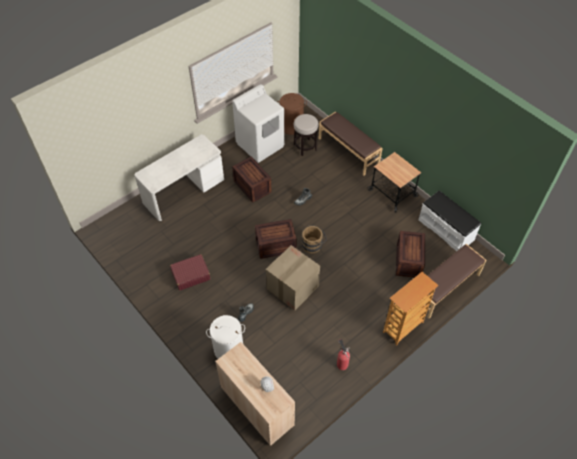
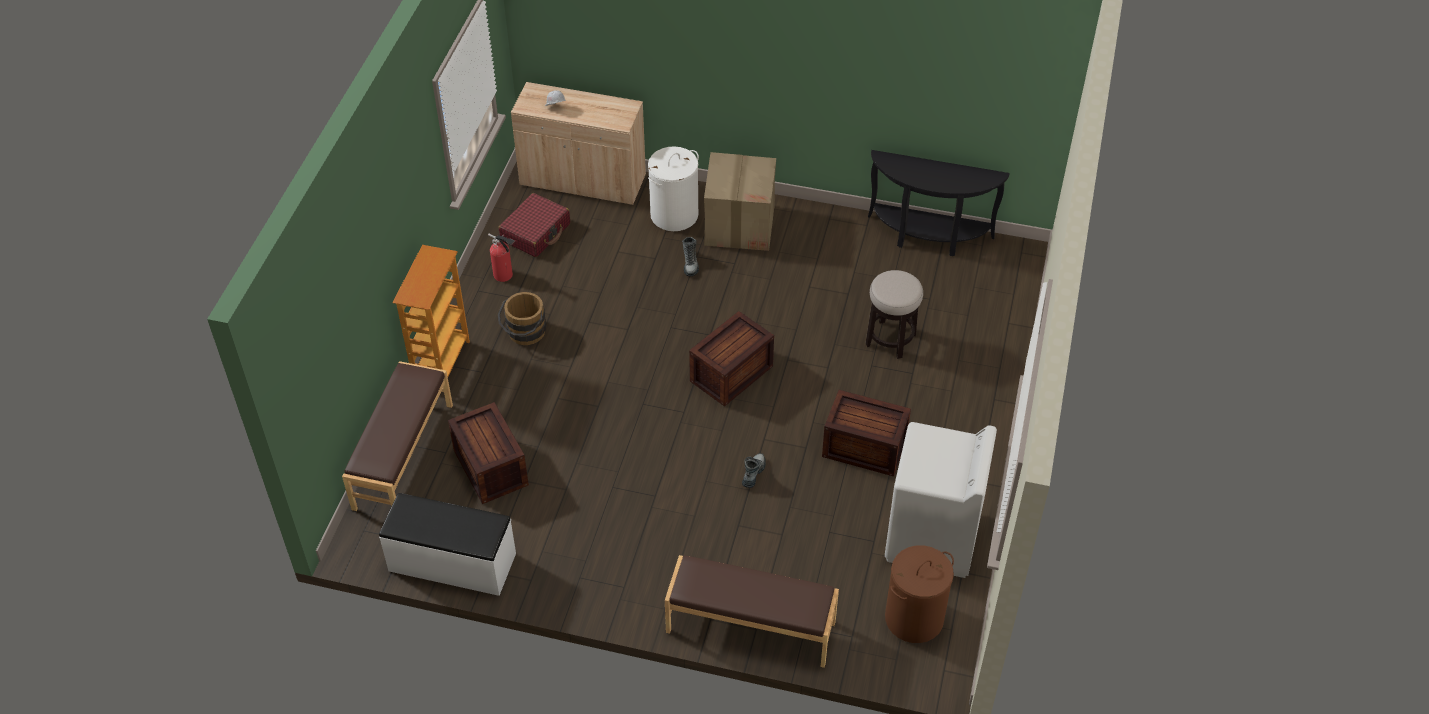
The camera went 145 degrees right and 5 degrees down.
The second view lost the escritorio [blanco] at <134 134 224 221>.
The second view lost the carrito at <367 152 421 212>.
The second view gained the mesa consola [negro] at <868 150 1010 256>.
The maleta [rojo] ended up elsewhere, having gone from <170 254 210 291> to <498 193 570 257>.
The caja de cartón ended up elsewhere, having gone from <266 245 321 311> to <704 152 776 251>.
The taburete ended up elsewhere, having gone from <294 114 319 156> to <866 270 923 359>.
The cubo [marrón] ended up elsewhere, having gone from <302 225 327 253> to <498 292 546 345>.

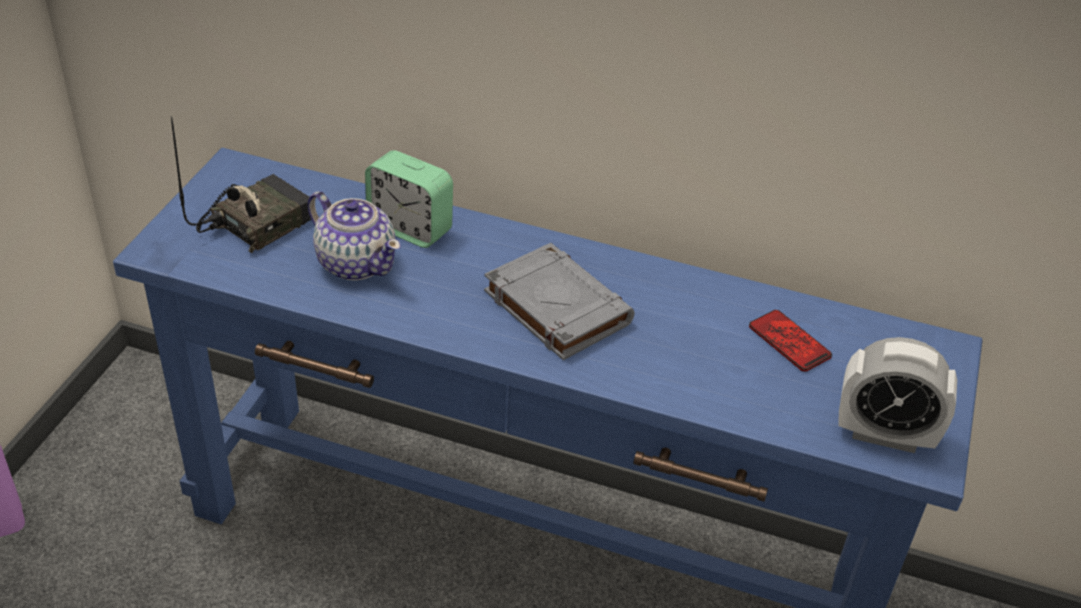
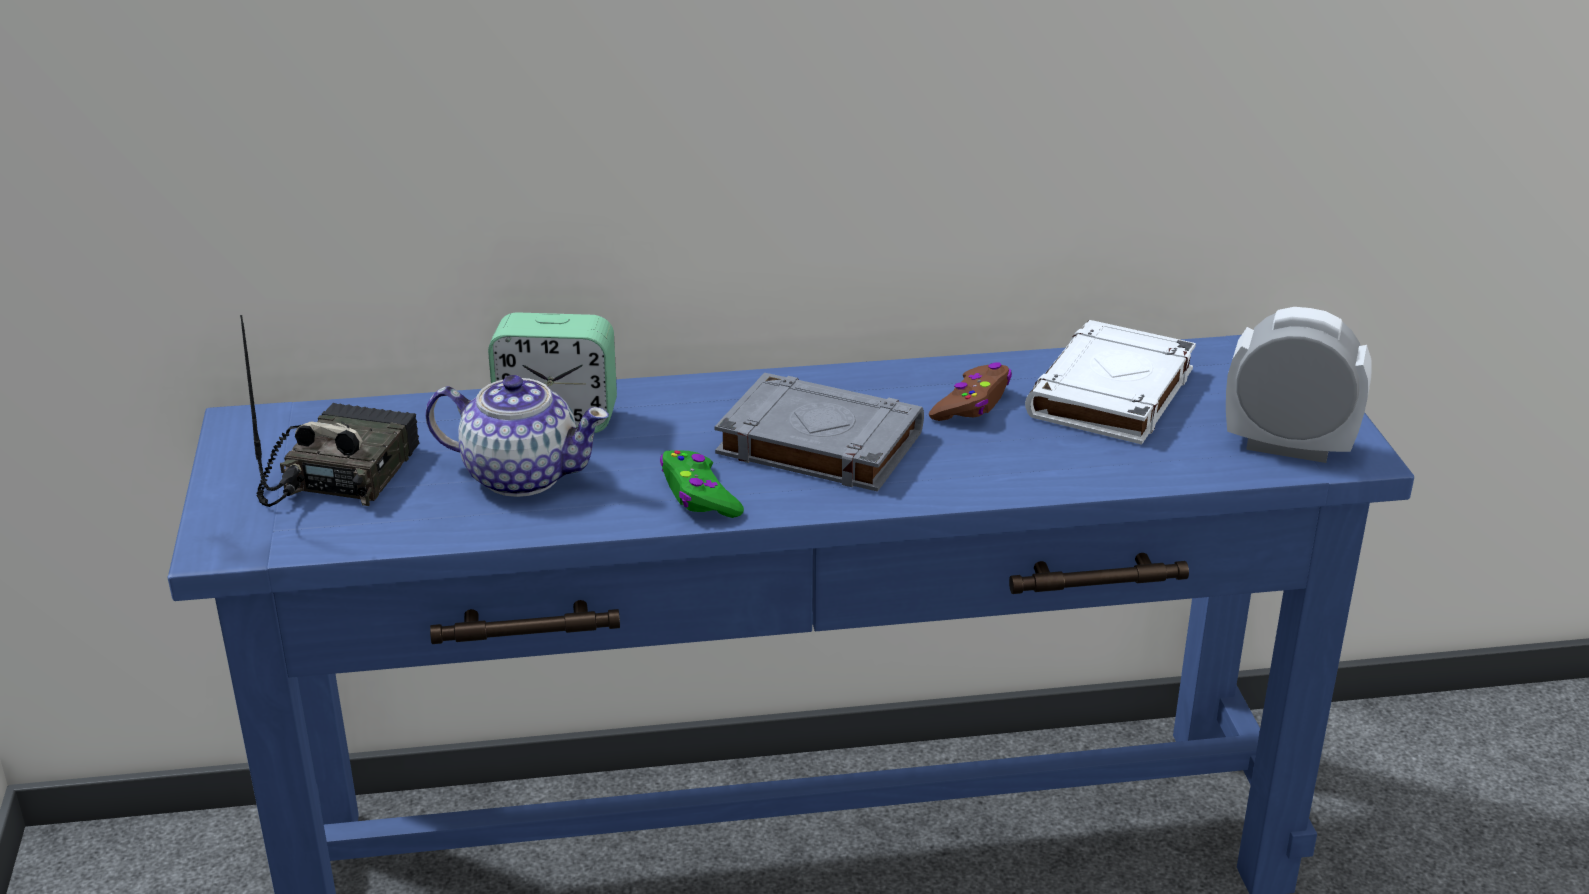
The camera went 25 degrees left and 10 degrees down.
The second view gained the mando de consola [verde] at <660 450 744 518>.
The second view gained the mando de consola [marrón] at <929 362 1012 421>.
Where the móvil stood at <749 310 832 372>, the libro [blanco] came to stand at <1025 320 1196 445>.
The despertador at <838 337 957 453> ended up facing another way, 150 degrees counterclockwise from before.

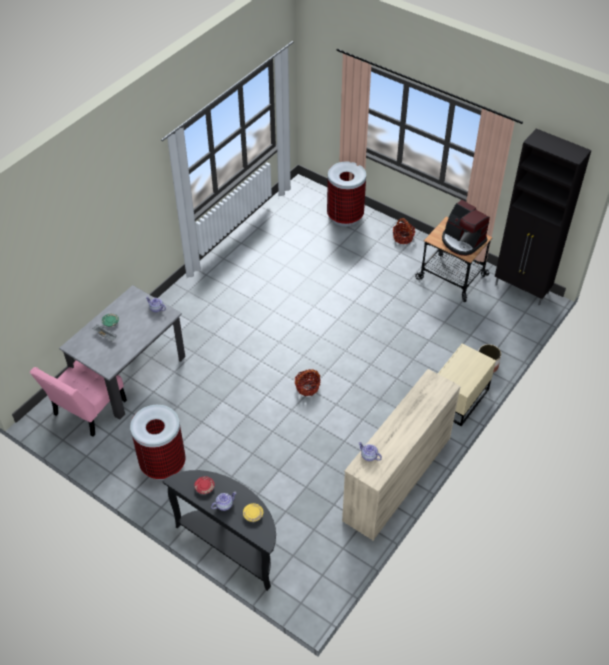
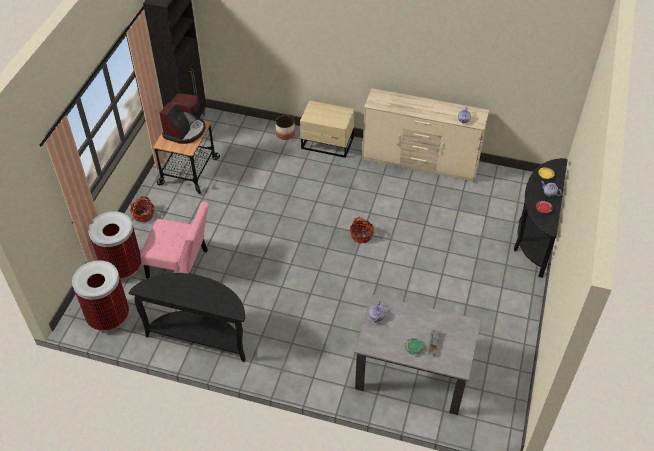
The camera went 110 degrees left and 0 degrees up.
The second view gained the mesa consola [negro] at <129 273 246 362>.
The silla [rosa] ended up elsewhere, having gone from <30 360 127 437> to <140 202 209 278>.
The papelera ended up elsewhere, having gone from <130 405 186 480> to <72 260 129 332>.

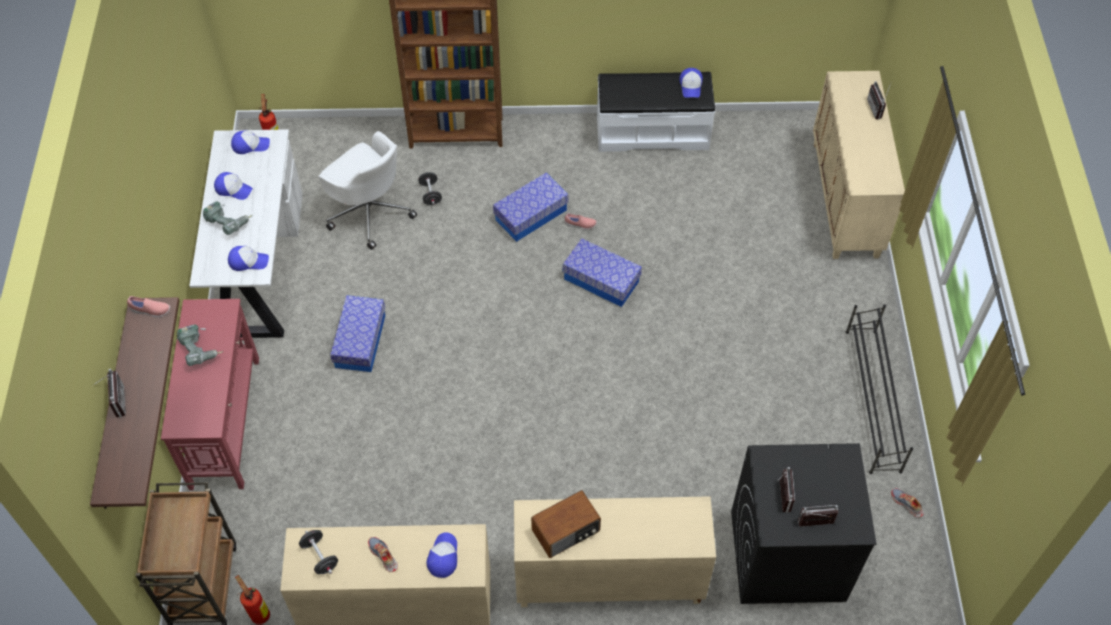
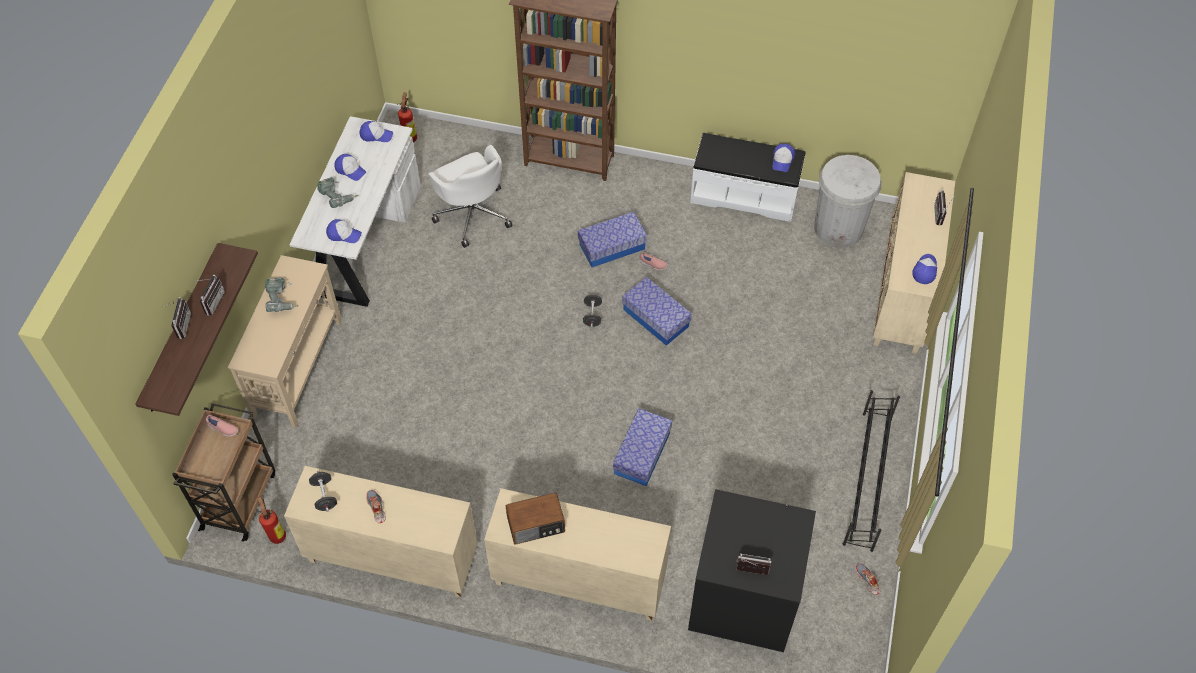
The camera went 15 degrees right and 0 degrees up.
The second view gained the papelera [blanco] at <814 155 881 248>.
The zapato [rosa] ended up elsewhere, having gone from <127 296 170 317> to <206 415 238 437>.
The caja de almacenaje ended up elsewhere, having gone from <330 295 385 372> to <613 409 672 486>.
The mancuerna [negro] ended up elsewhere, having gone from <418 172 442 205> to <583 294 602 327>.
The gorra ended up elsewhere, having gone from <426 532 457 578> to <912 254 937 284>.
The radio ended up elsewhere, having gone from <777 467 795 513> to <193 275 225 315>.
What was the mesa consola [rojo] at <161 299 259 490> turned into the mesa consola [beis] at <228 255 342 428>.

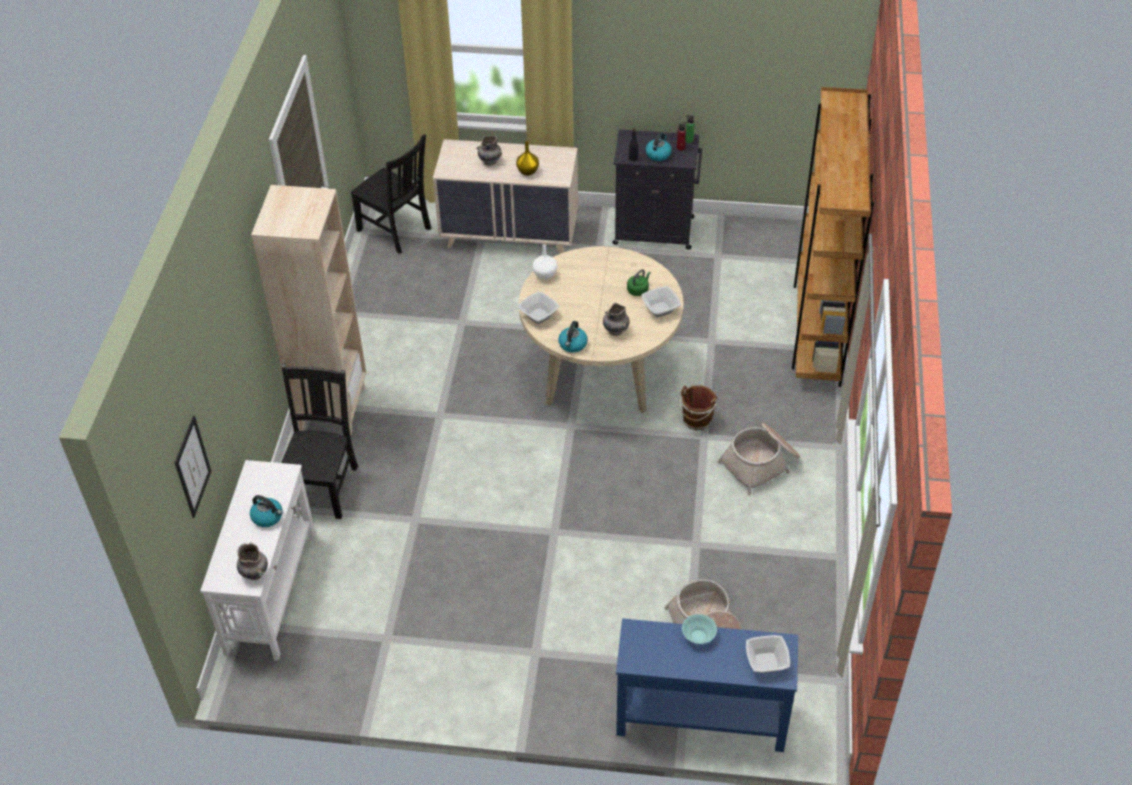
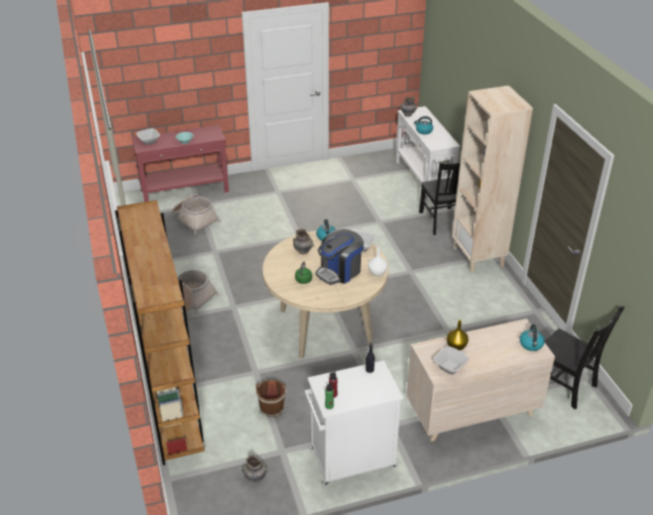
The camera went 155 degrees right and 10 degrees down.
The second view lost the cuadro at <175 415 211 518>.
The second view gained the cafetera at <316 229 364 285>.
The florero [gris] ended up elsewhere, having gone from <476 136 502 166> to <242 454 269 483>.
The cuenco ended up elsewhere, having gone from <641 286 681 317> to <433 346 470 375>.
The hervidor ended up elsewhere, having gone from <645 132 672 161> to <520 324 545 351>.
The cubo [marrón] ended up elsewhere, having gone from <679 385 717 430> to <255 380 287 417>.
What was the armario [negro] at <613 130 702 250> turned into the armario [blanco] at <305 361 404 486>.
What was the mesa consola [azul] at <616 618 798 752> turned into the mesa consola [rojo] at <132 125 229 202>.
The silla [negro] at <351 135 431 254> ended up facing another way, 150 degrees counterclockwise from before.

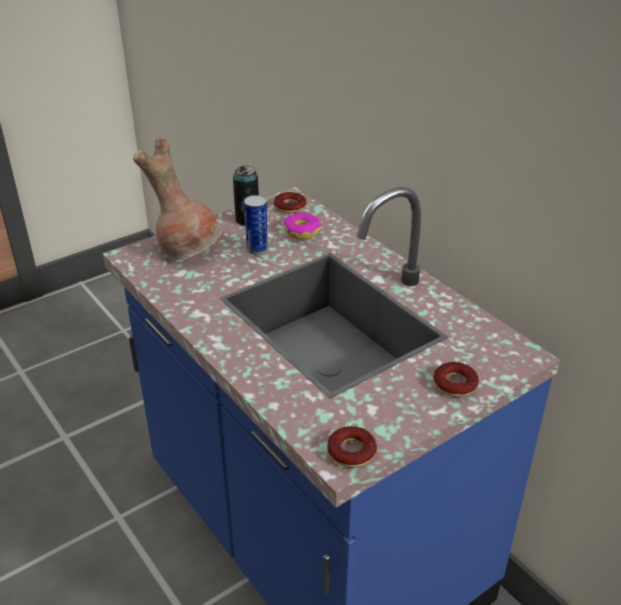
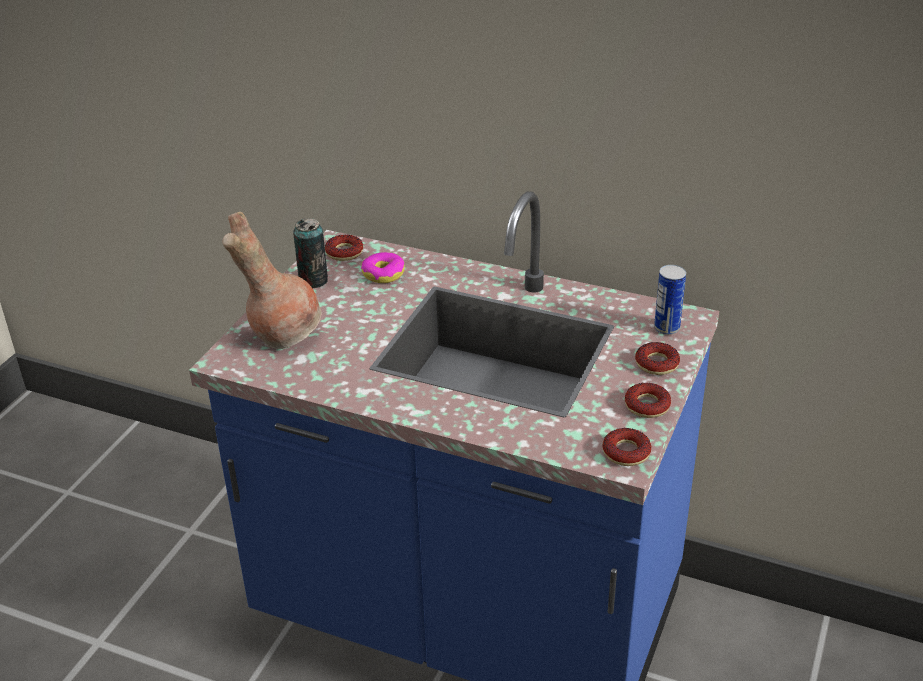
The camera went 30 degrees left and 0 degrees up.
The second view gained the rosquilla at <625 383 671 418>.
The lata ended up elsewhere, having gone from <244 195 268 255> to <654 265 686 335>.

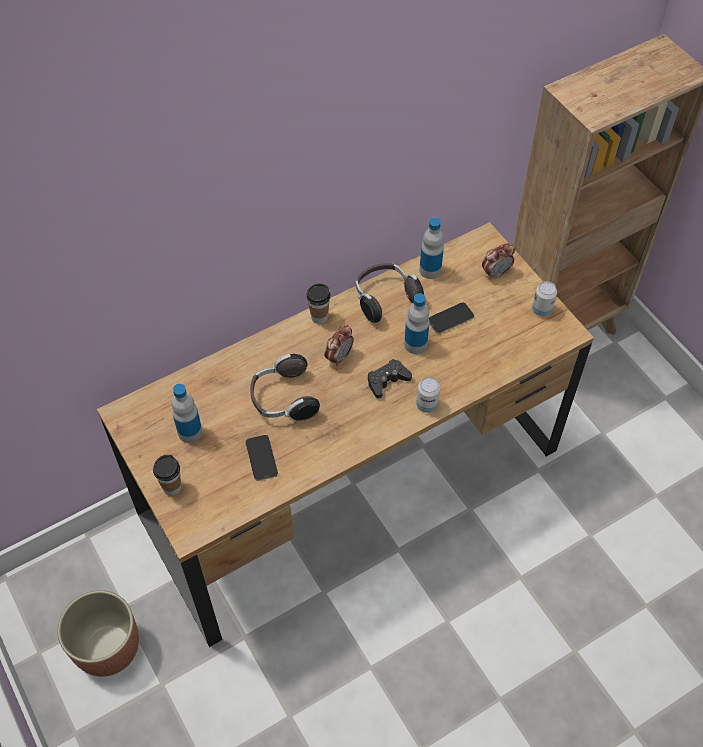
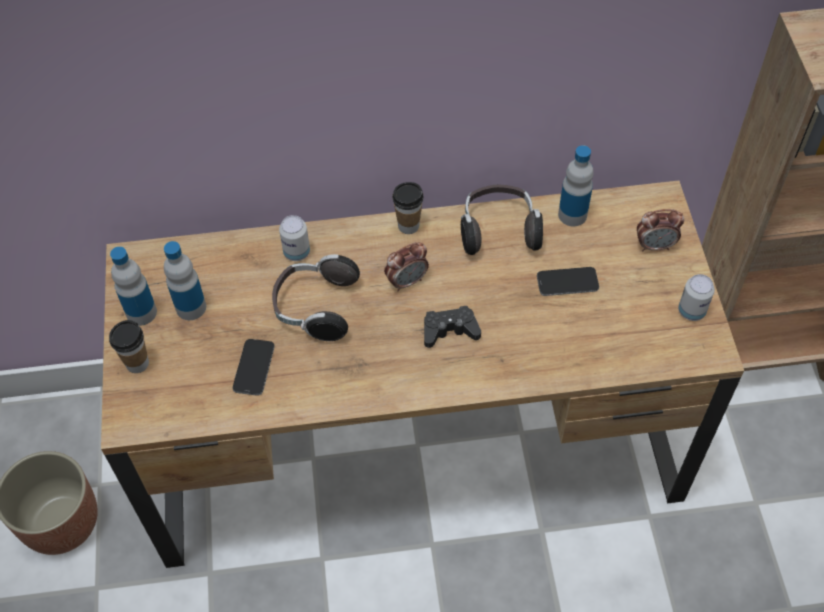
The camera went 25 degrees right and 0 degrees up.
The botella ended up elsewhere, having gone from <404 293 430 354> to <110 247 157 326>.
The lata ended up elsewhere, having gone from <416 377 440 413> to <279 215 310 261>.

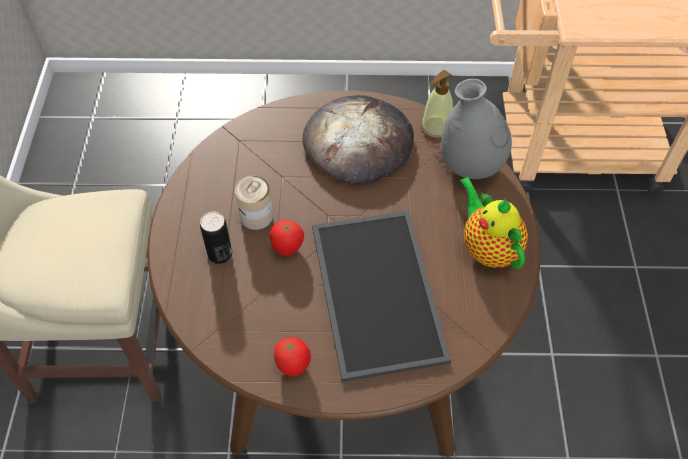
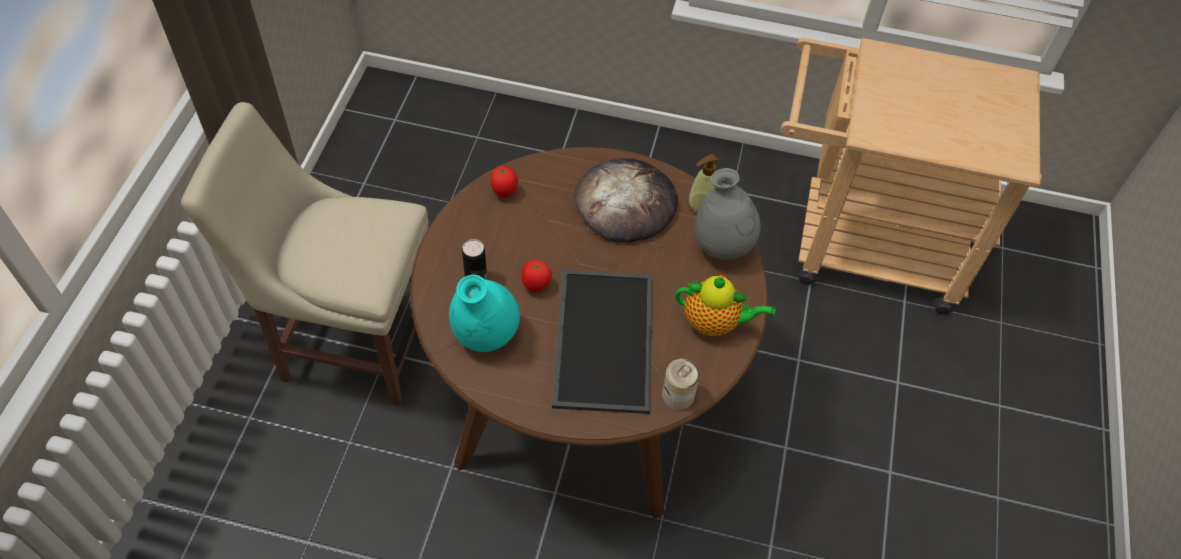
The camera went 10 degrees right and 0 degrees up.
The second view gained the florero [turquesa] at <449 275 520 352>.
The lata ended up elsewhere, having gone from <235 176 273 230> to <662 359 700 410>.
The tomate ended up elsewhere, having gone from <274 337 311 376> to <490 166 518 197>.
The tetera at <459 177 528 269> ended up facing another way, 120 degrees clockwise from before.

